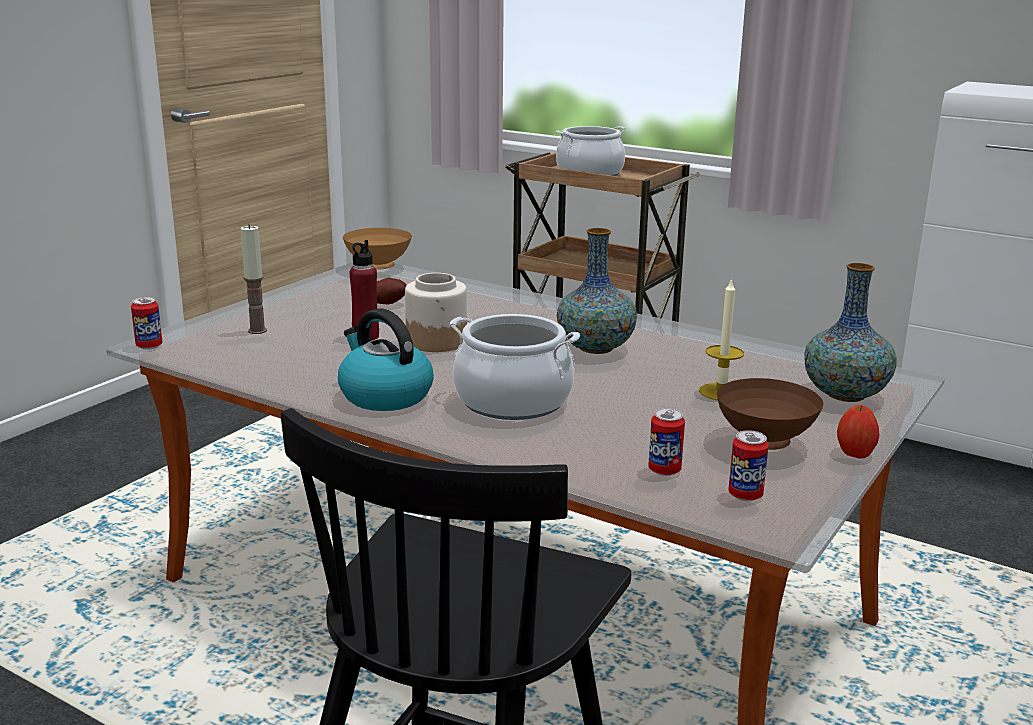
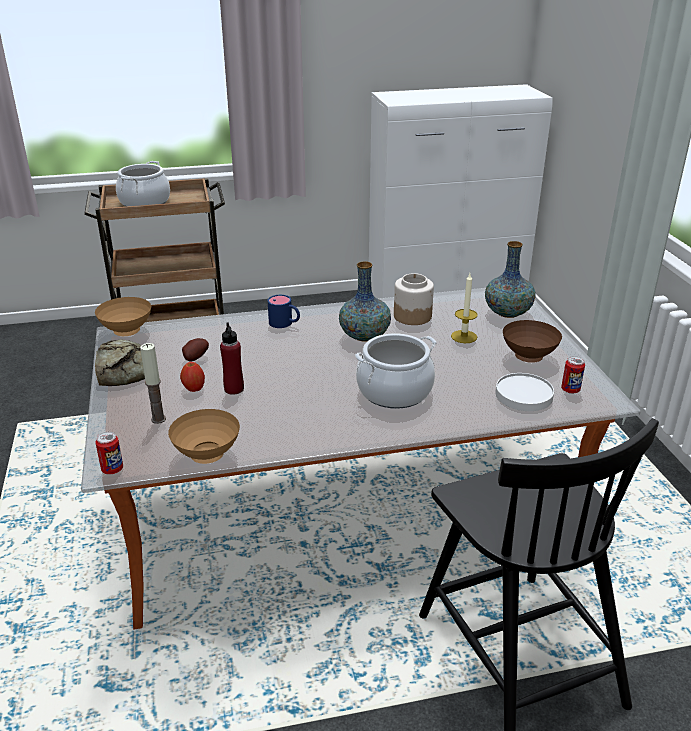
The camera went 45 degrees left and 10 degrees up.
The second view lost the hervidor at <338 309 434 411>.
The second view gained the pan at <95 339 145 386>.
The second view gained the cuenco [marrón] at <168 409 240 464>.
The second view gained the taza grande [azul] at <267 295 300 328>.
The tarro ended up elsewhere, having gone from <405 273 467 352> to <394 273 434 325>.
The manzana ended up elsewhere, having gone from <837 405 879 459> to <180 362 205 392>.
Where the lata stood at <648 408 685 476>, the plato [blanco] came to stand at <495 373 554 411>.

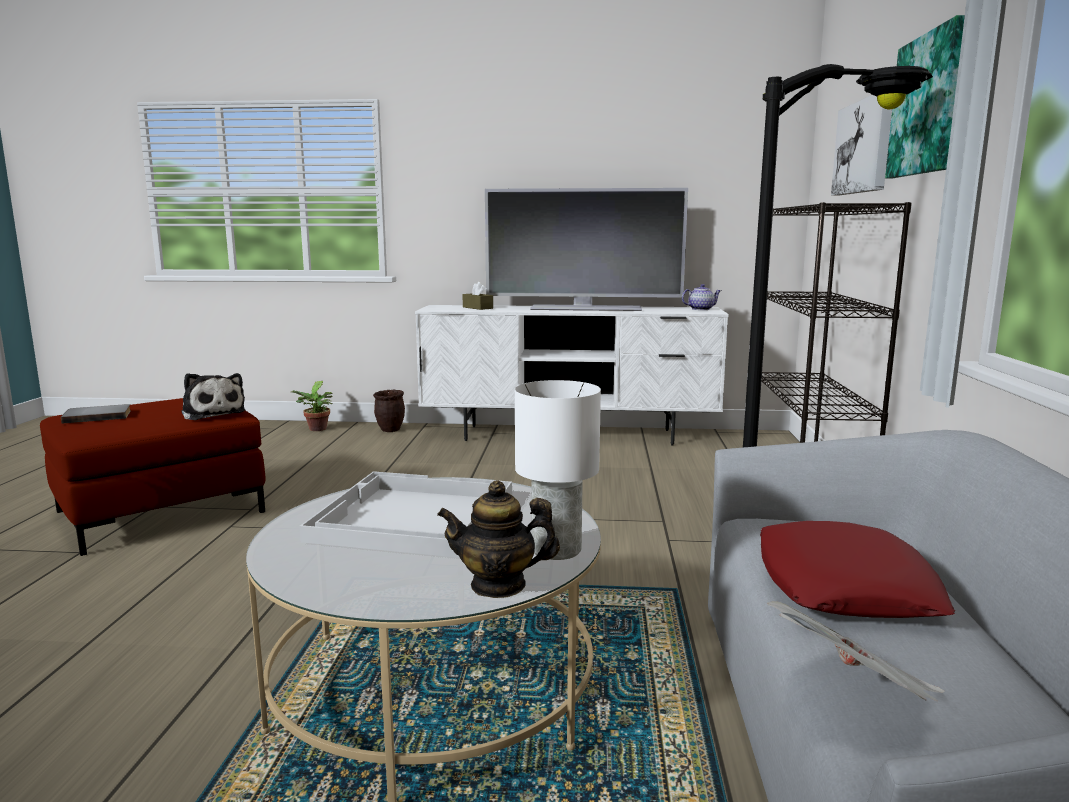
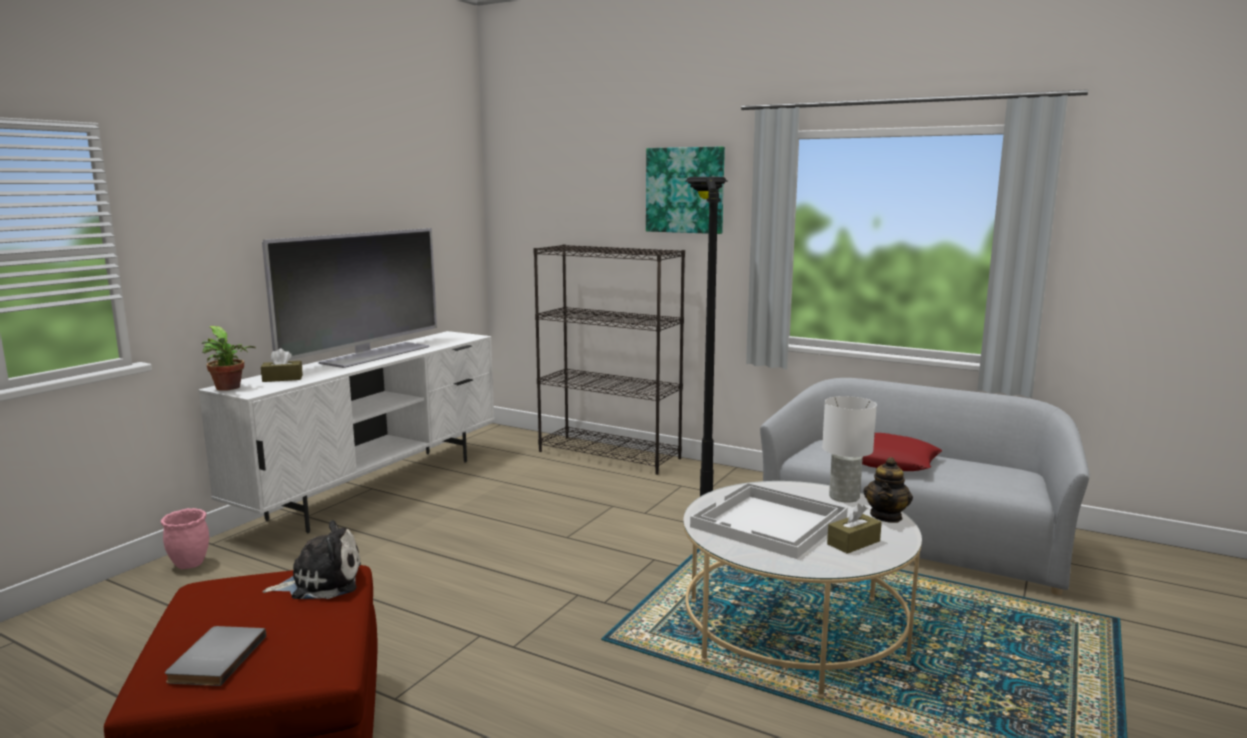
The camera went 65 degrees left and 0 degrees up.
The second view lost the tetera at <682 284 721 310>.
The second view lost the periódico at <767 601 945 701>.
The second view lost the cuadro at <831 95 892 196>.
The second view gained the caja de pañuelos [marrón] at <827 504 882 554>.
The planta en maceta ended up elsewhere, having gone from <291 381 333 431> to <202 326 256 391>.
What was the maceta [marrón] at <373 389 405 432> turned into the maceta [rosa] at <161 508 209 569>.

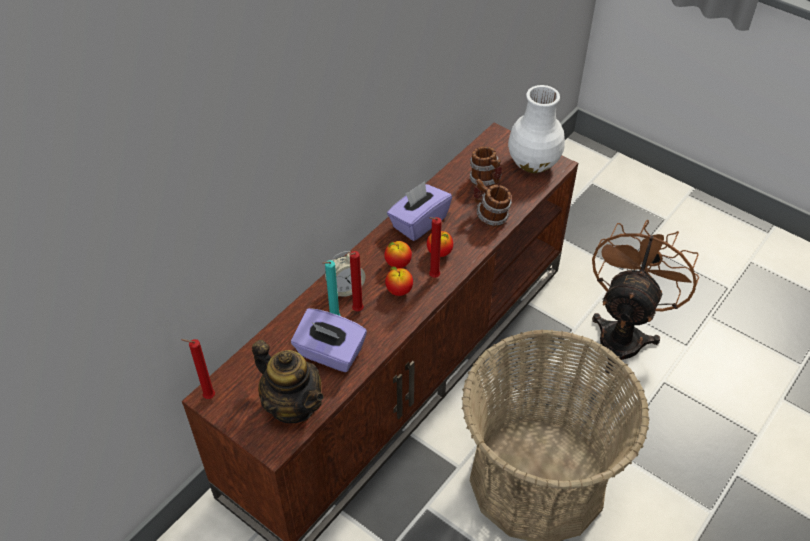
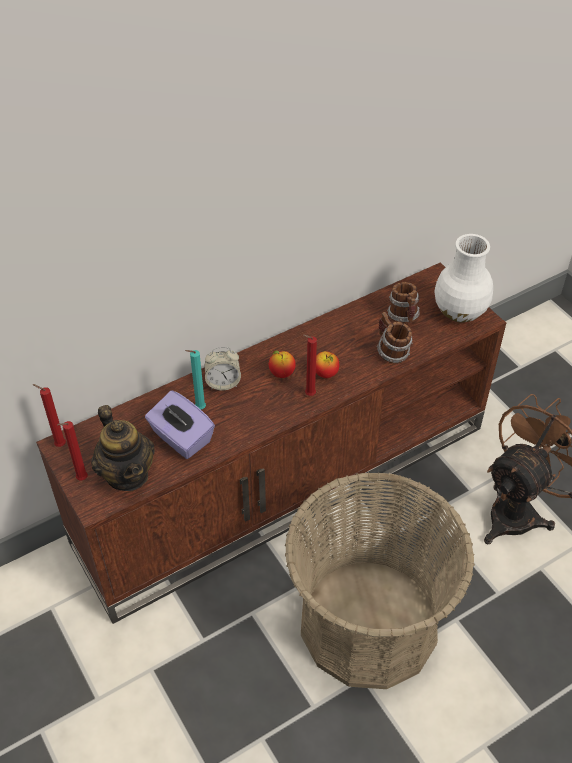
The camera went 20 degrees right and 0 degrees up.
The second view lost the manzana at <385 266 413 296>.
The second view lost the caja de pañuelos [morado] at <387 181 452 241>.
The vela [rojo] ended up elsewhere, having gone from <350 251 364 311> to <58 421 88 480>.

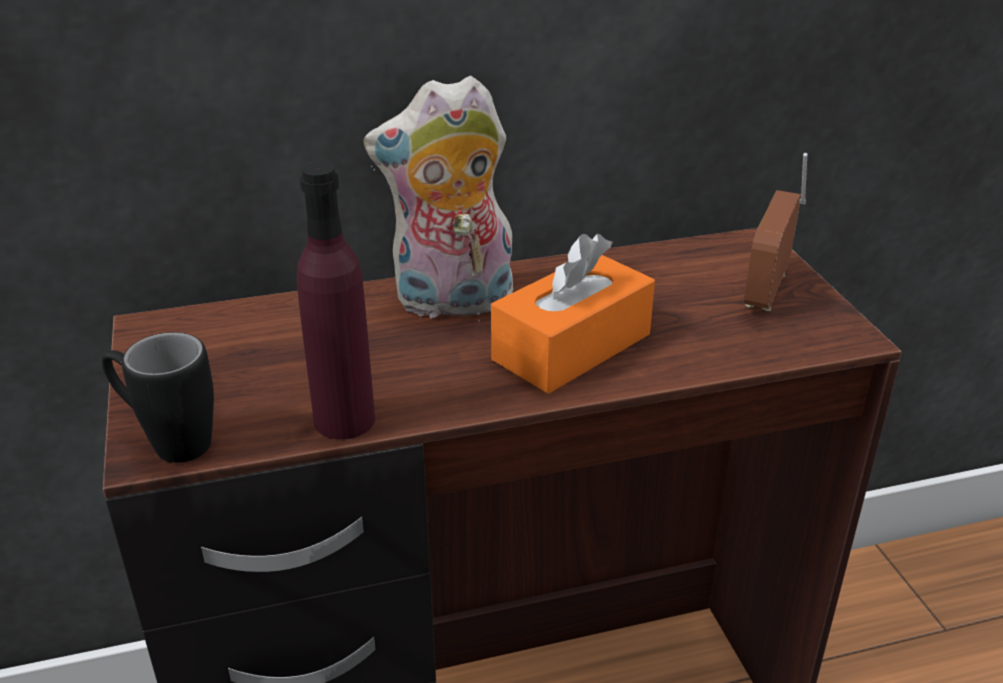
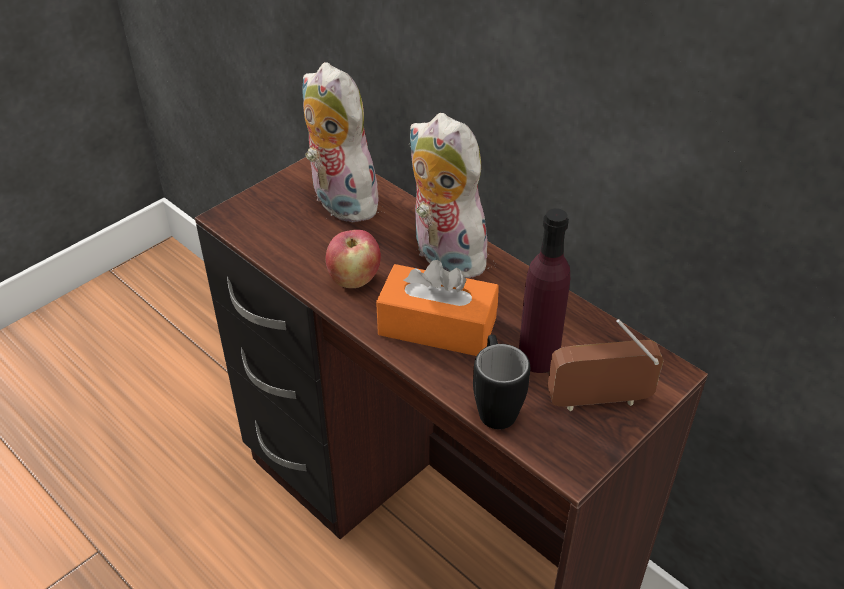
The camera went 60 degrees right and 10 degrees up.
The second view gained the peluche at <303 62 382 222>.
The second view gained the manzana at <326 230 381 288>.
The taza grande [negro] ended up elsewhere, having gone from <102 332 214 463> to <473 334 530 429>.
The botella [morado] ended up elsewhere, having gone from <297 162 375 439> to <519 208 570 373>.

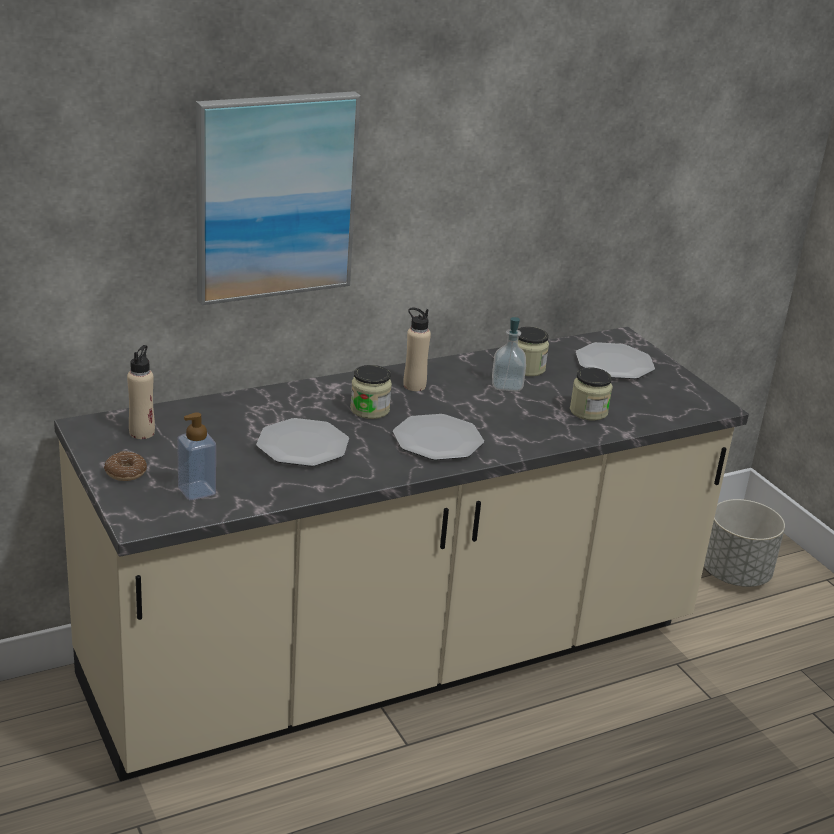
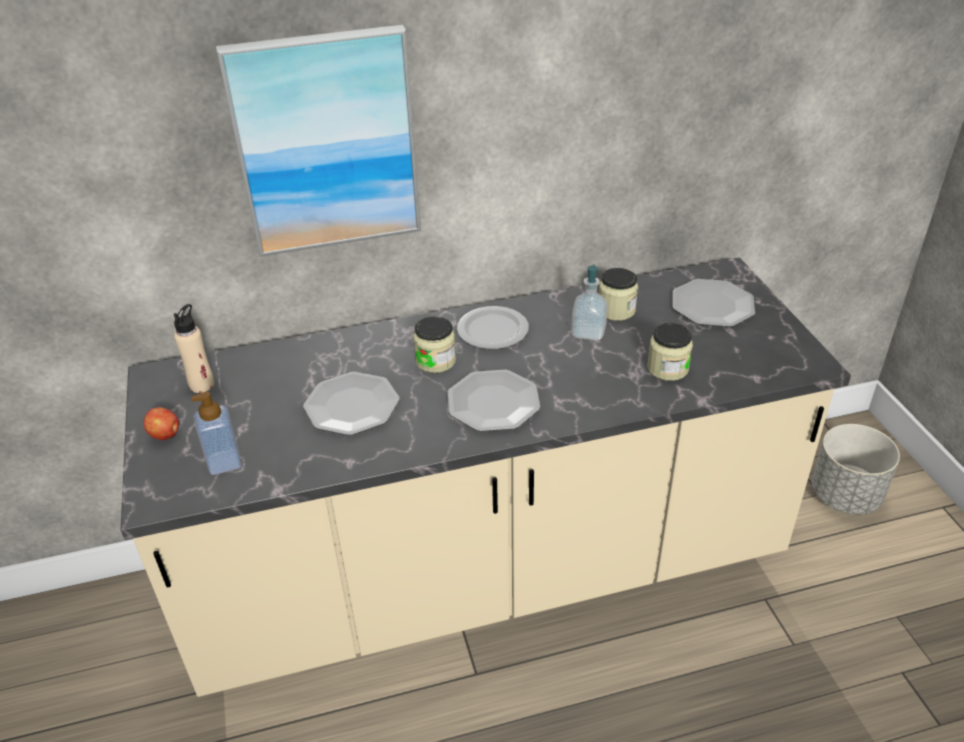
The camera went 15 degrees right and 10 degrees up.
Where the rosquilla stood at <104 451 147 481>, the manzana came to stand at <144 407 179 440>.
Where the botella [beis] stood at <403 308 431 391>, the plato came to stand at <457 306 529 349>.

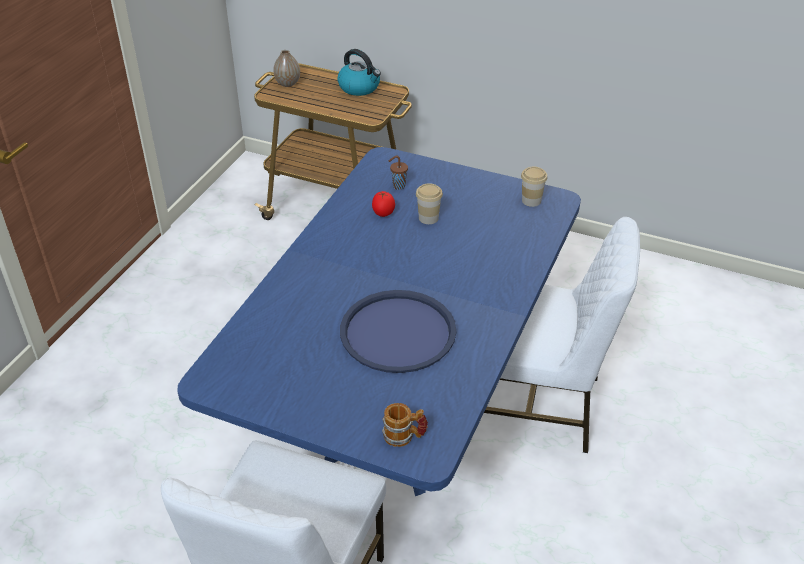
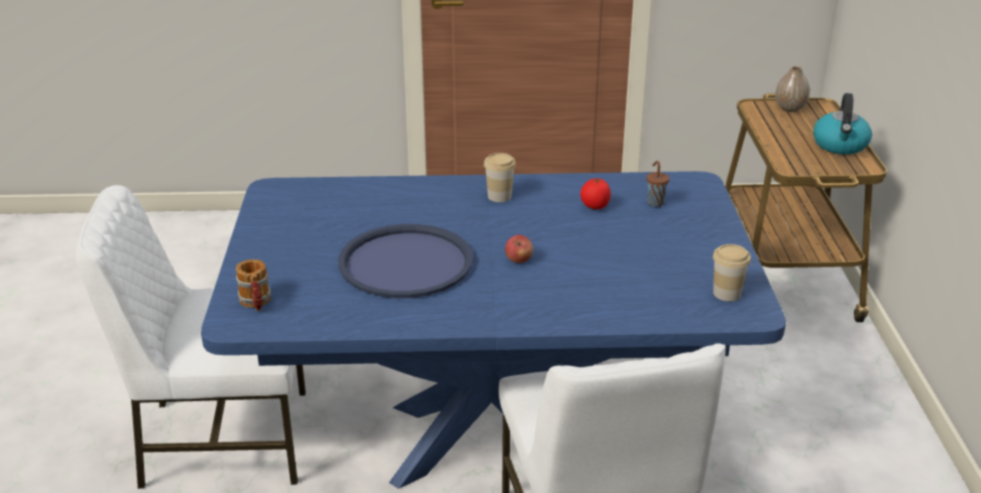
The camera went 65 degrees right and 10 degrees down.
The second view gained the manzana at <505 235 533 263>.
The taza ended up elsewhere, having gone from <416 183 443 224> to <484 153 516 202>.

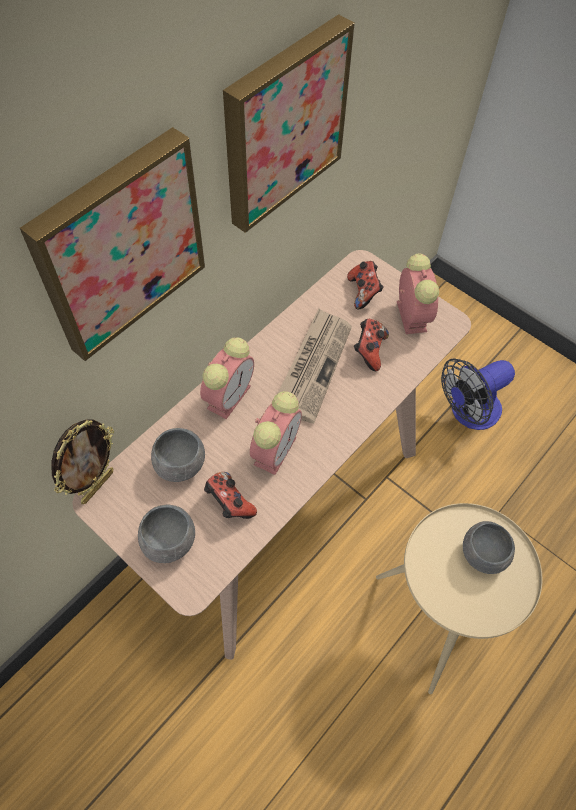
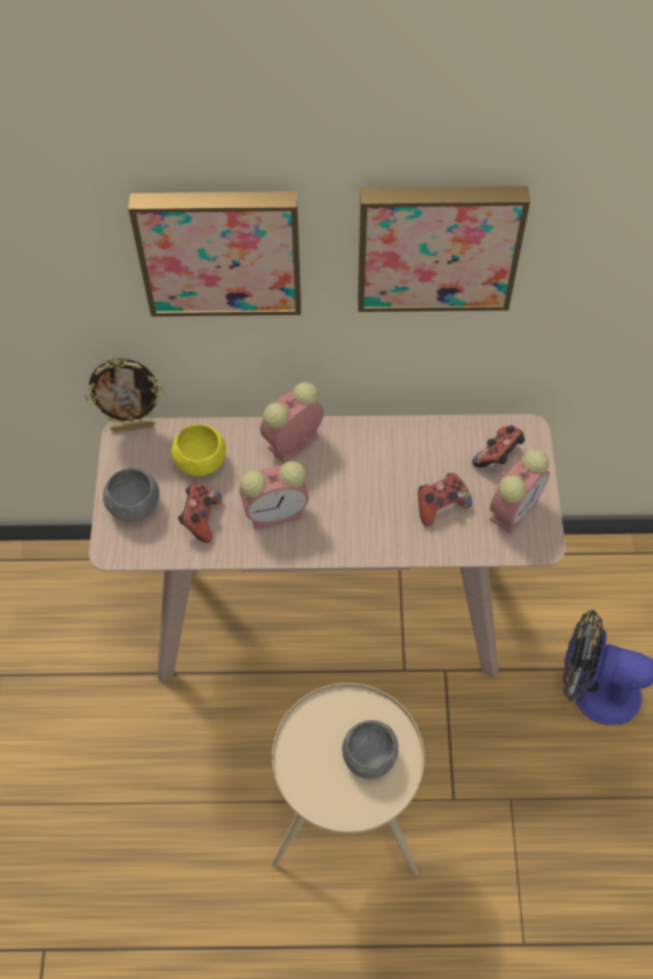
The camera went 50 degrees right and 0 degrees up.
The second view lost the periódico at <277 308 352 423>.
What was the cuenco [gris] at <151 428 205 482> turned into the cuenco [amarillo] at <171 424 226 476>.
The despertador at <200 337 254 419> ended up facing another way, 150 degrees clockwise from before.

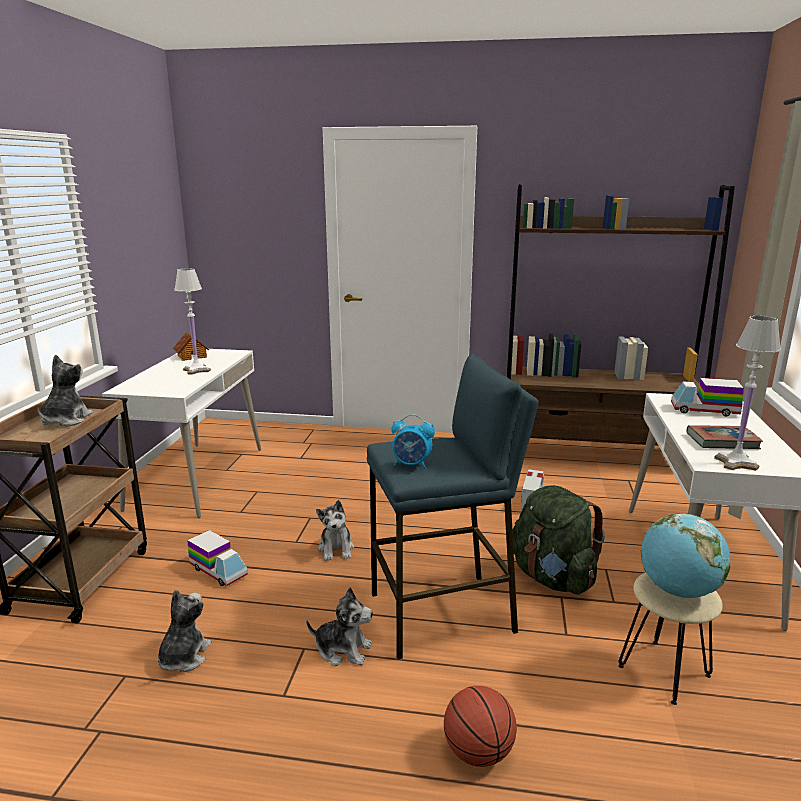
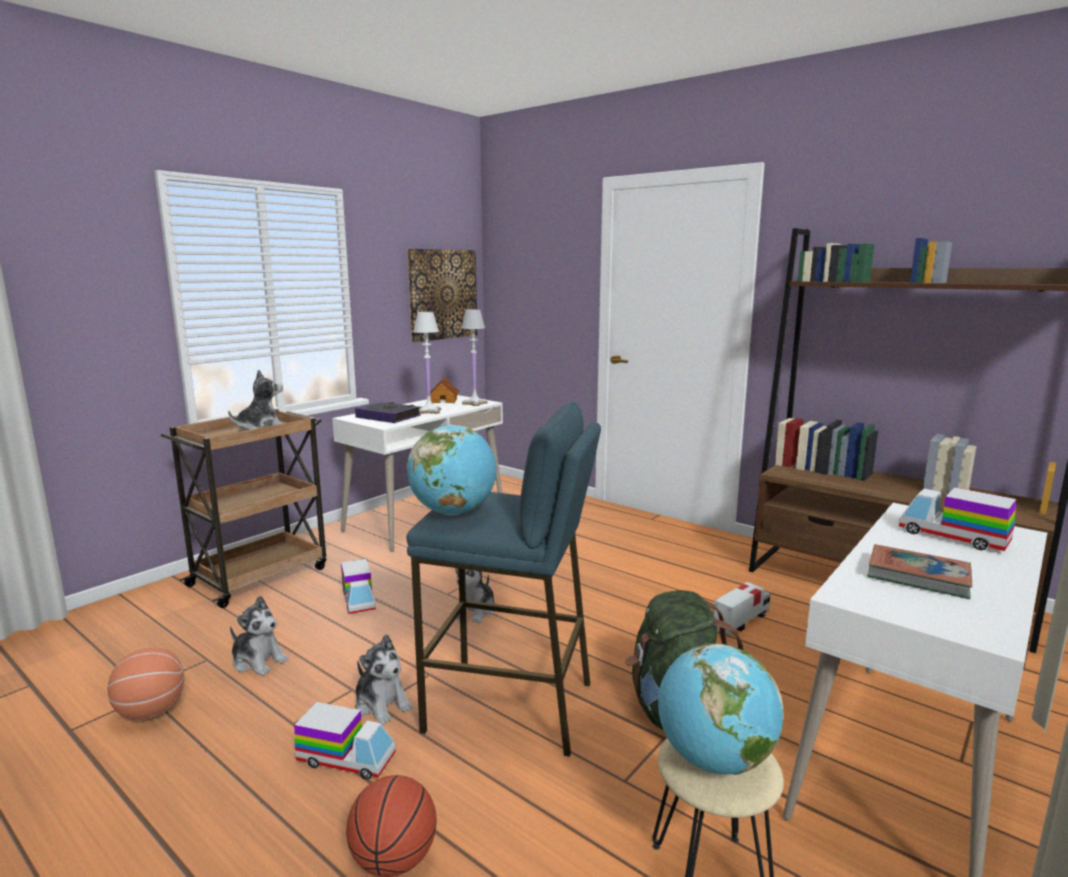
The camera went 30 degrees right and 5 degrees down.
The second view gained the balón de baloncesto at <108 648 185 720>.
The second view gained the camión de juguete at <294 702 396 780>.
The second view gained the libro at <355 402 421 423>.
The second view gained the cuadro at <407 249 478 342>.
The lámpara de mesa [blanco] ended up elsewhere, having gone from <714 316 781 471> to <461 309 488 406>.
Where the despertador stood at <391 414 435 469>, the globo terráqueo came to stand at <407 425 496 515>.
The peluche at <158 590 211 672> ended up facing another way, 75 degrees clockwise from before.

